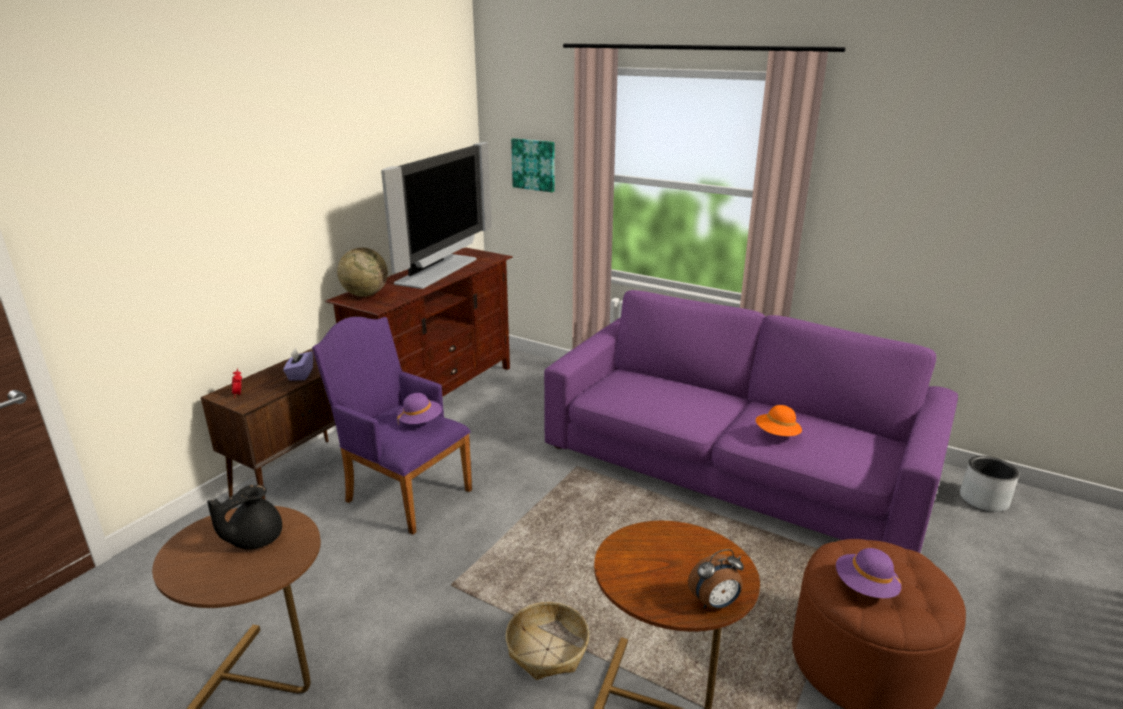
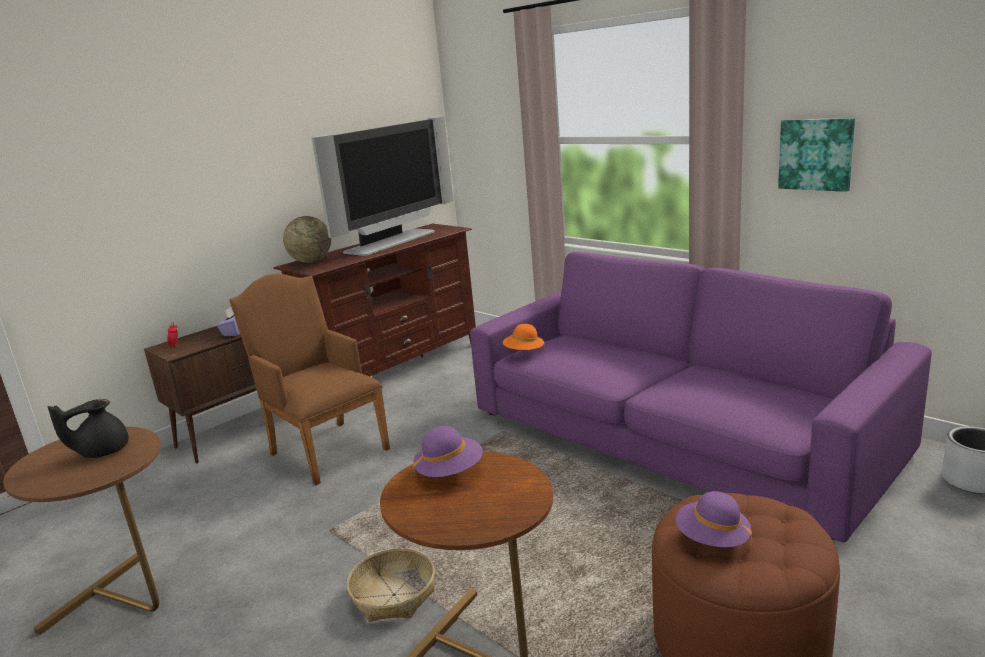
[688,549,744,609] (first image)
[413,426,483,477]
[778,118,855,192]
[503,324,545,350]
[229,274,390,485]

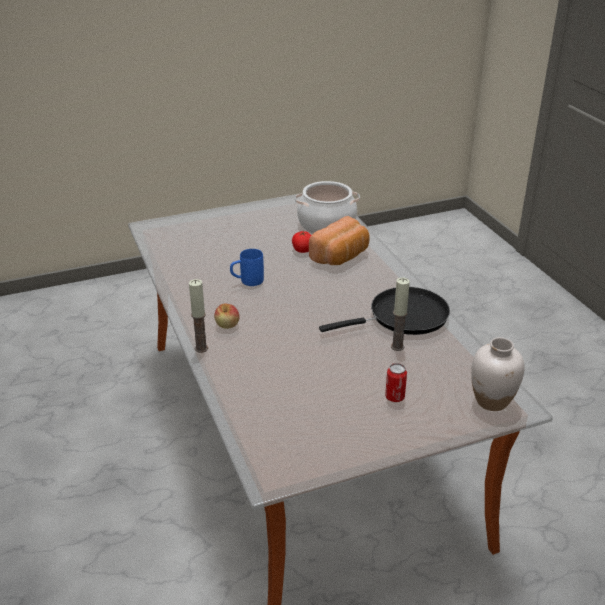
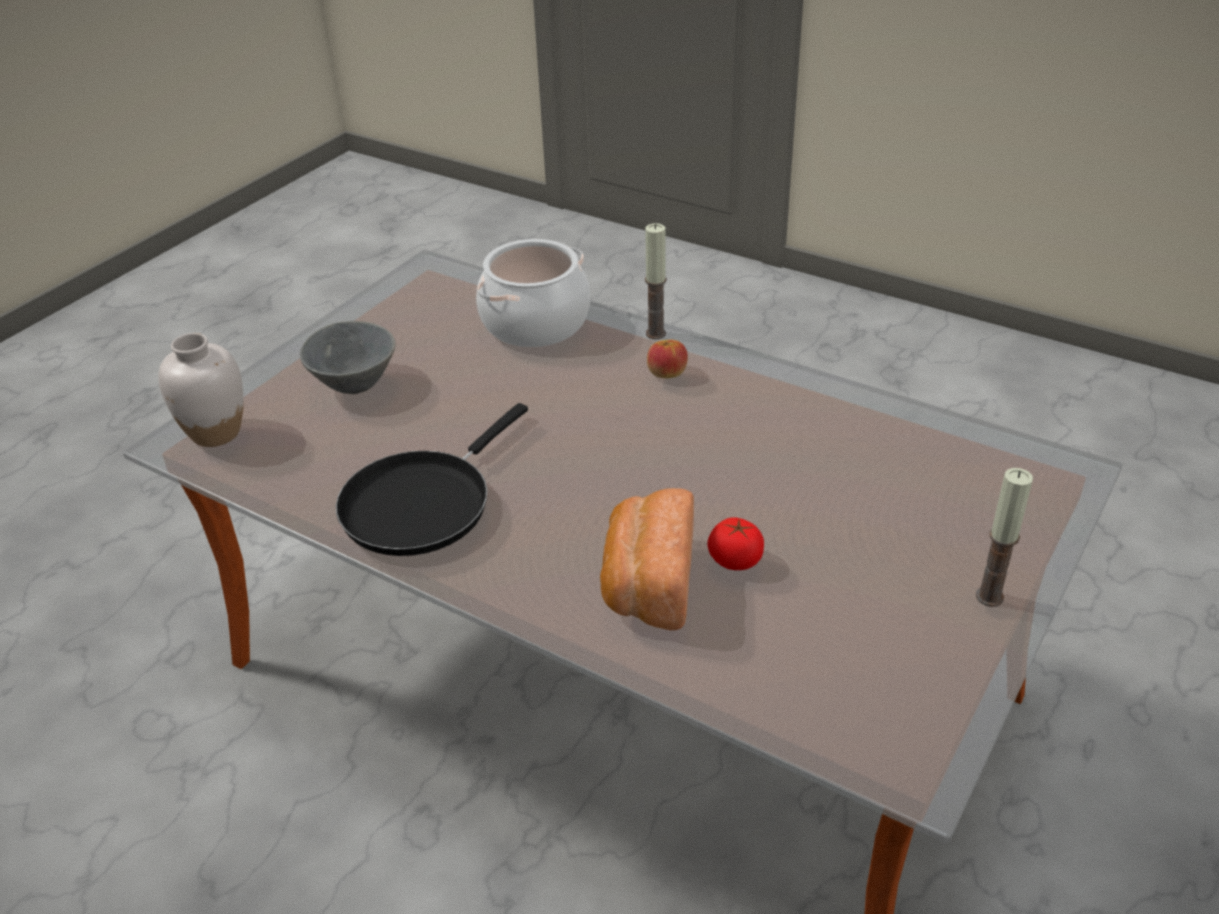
[230,249,264,286] (first image)
[476,239,590,347]
[976,468,1033,607]
[300,321,395,394]

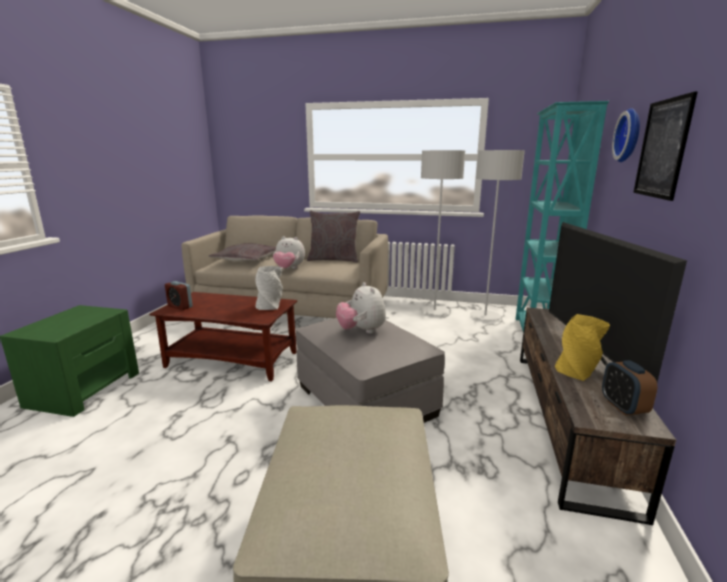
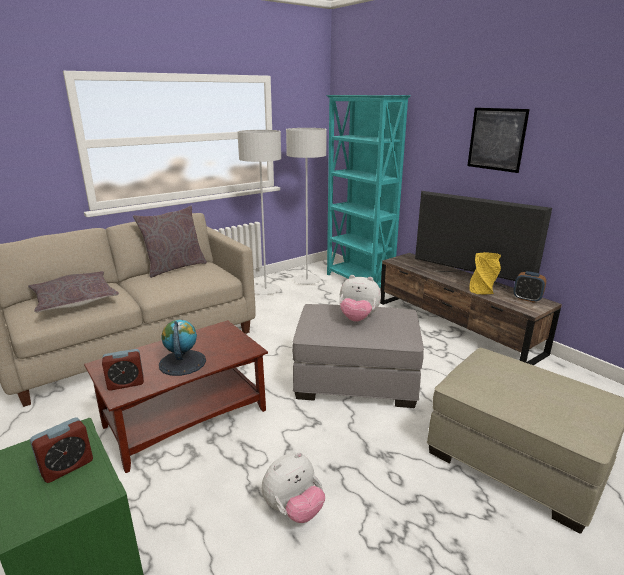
[256,266,283,310] (first image)
[612,108,640,162] (first image)
[30,417,93,483]
[159,320,206,376]
[262,452,325,523]

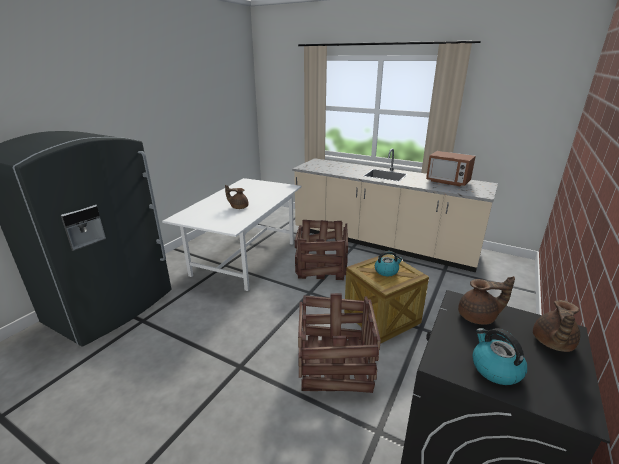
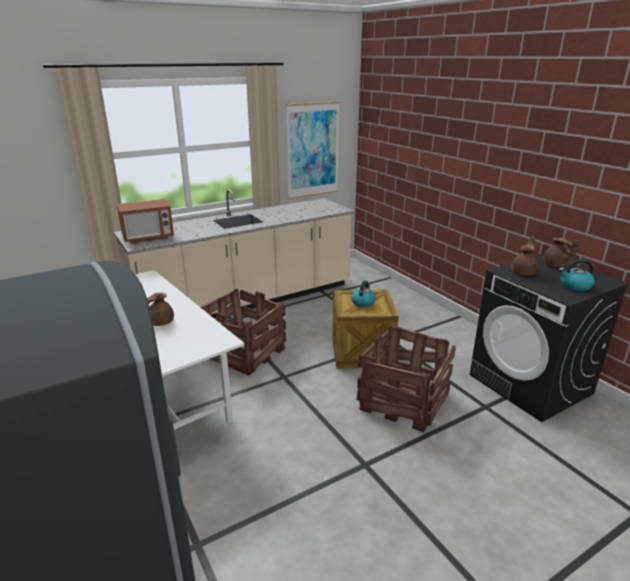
[286,101,340,199]
[117,199,174,243]

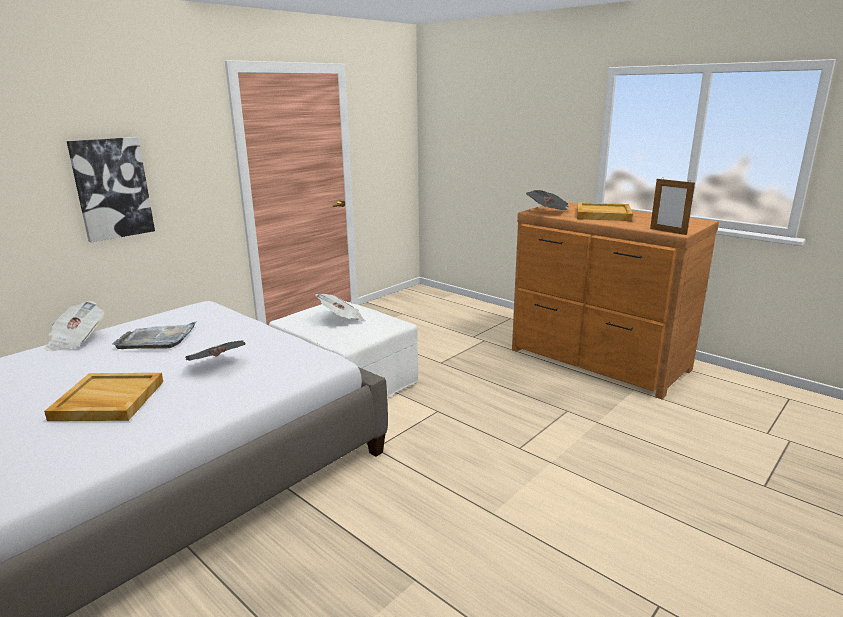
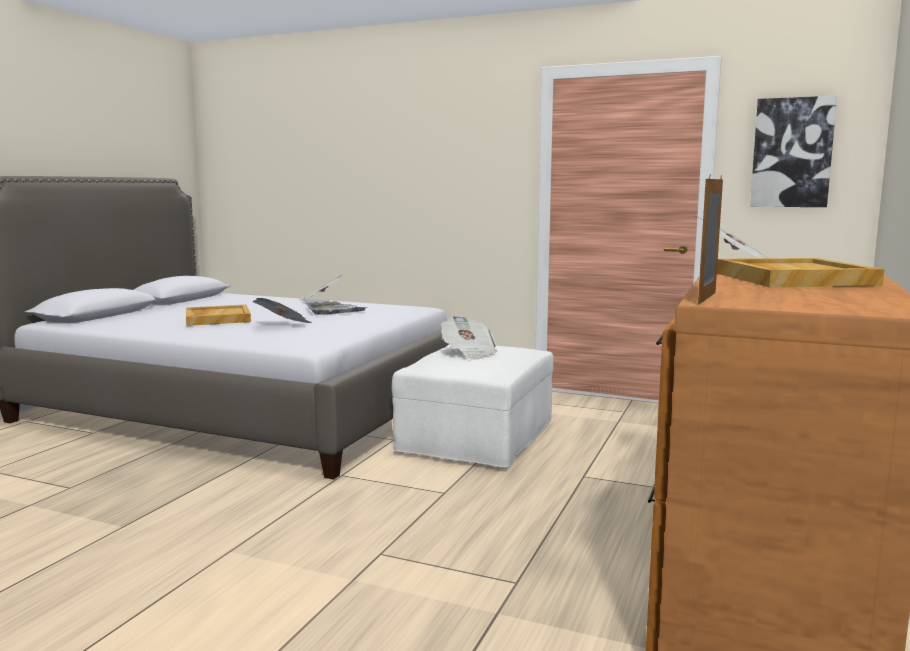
[750,96,837,207]

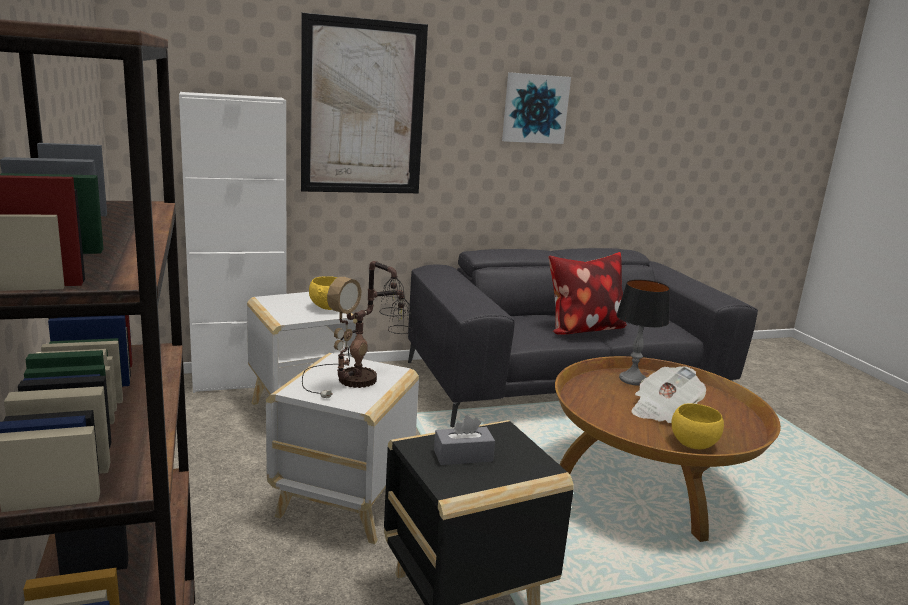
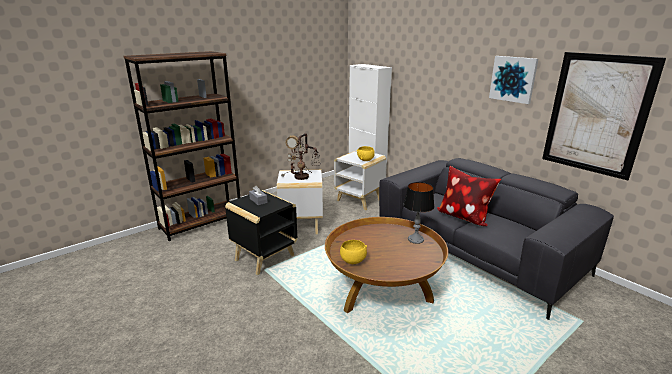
[631,366,706,423] (first image)
[542,52,666,180]

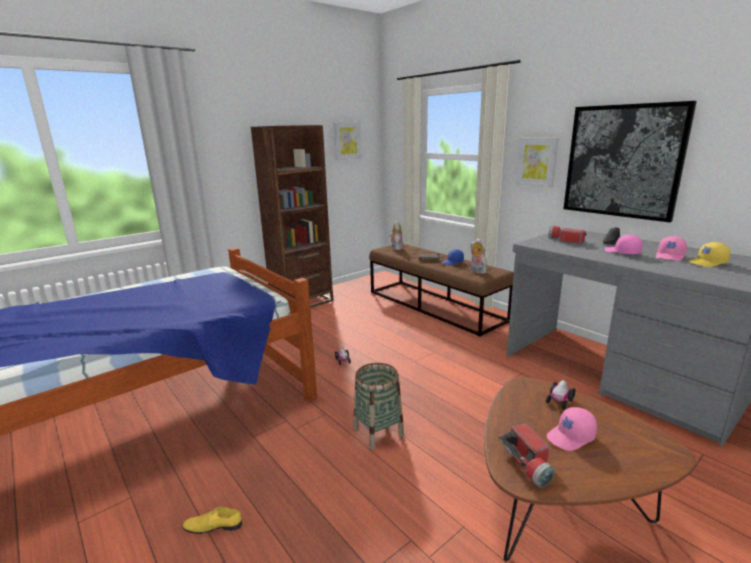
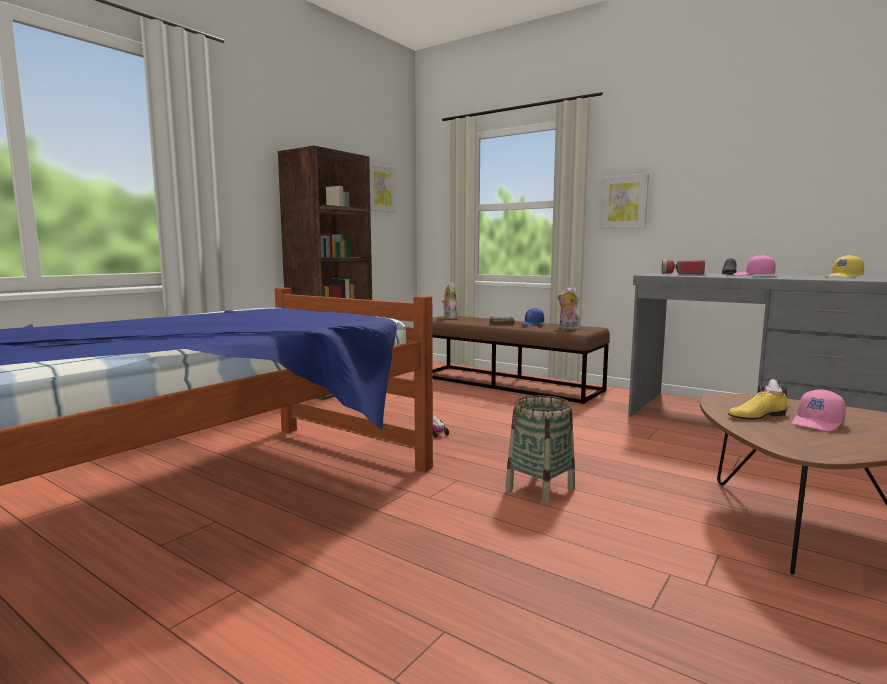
[499,424,555,488] (first image)
[564,101,697,222] (first image)
[656,236,687,261] (first image)
[728,390,787,420]

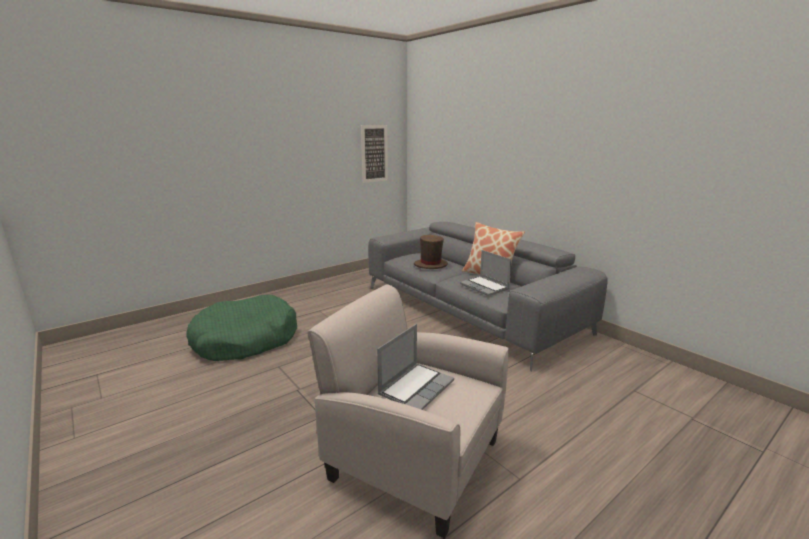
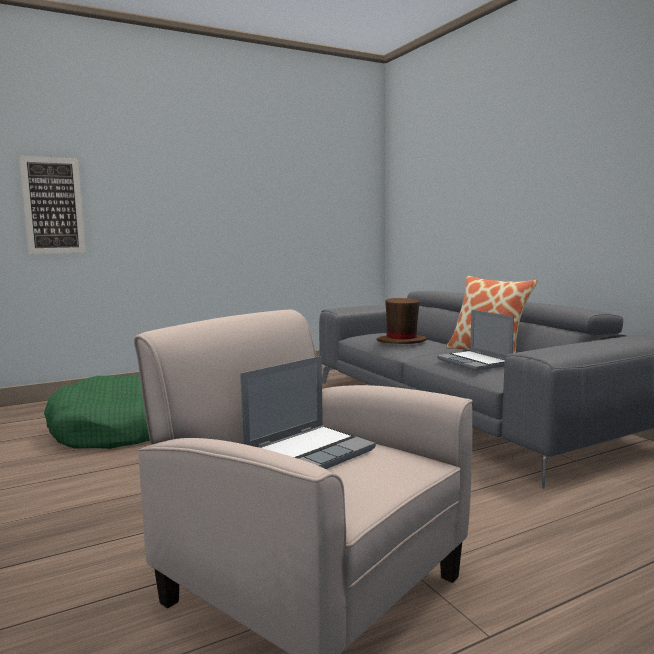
[19,156,86,254]

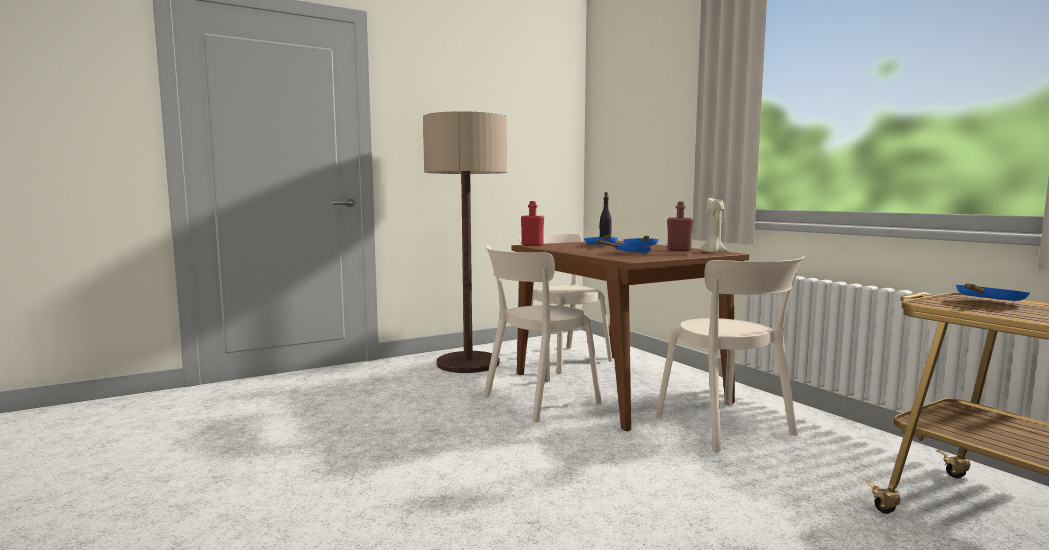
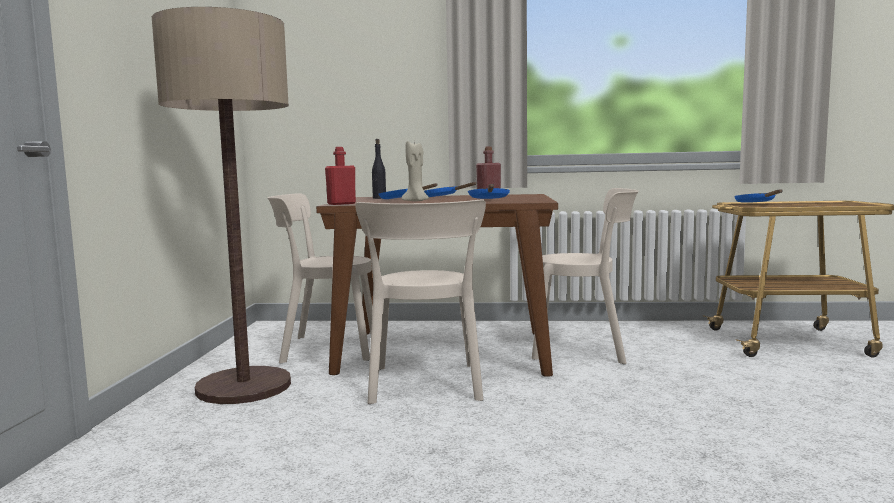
[402,140,429,201]

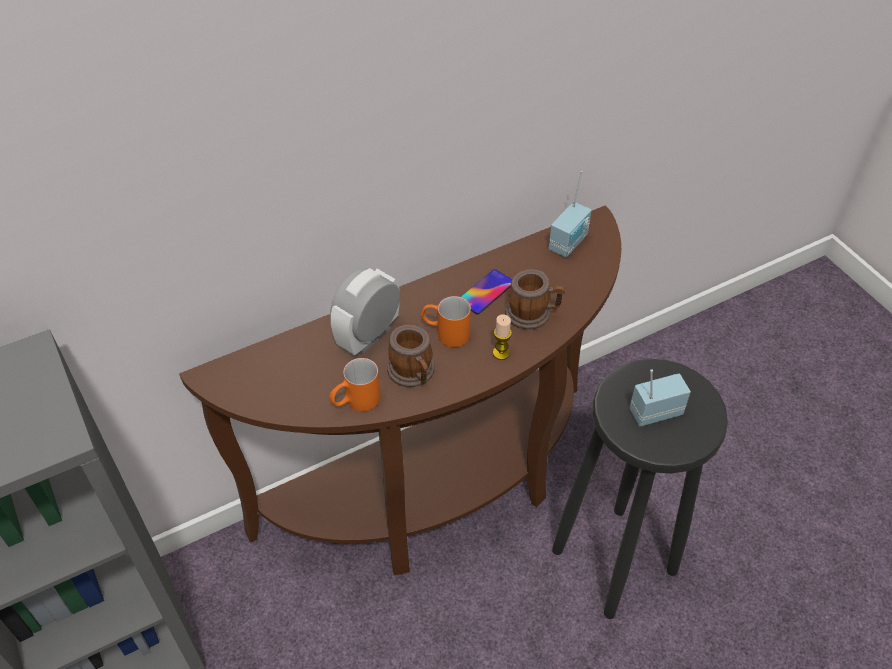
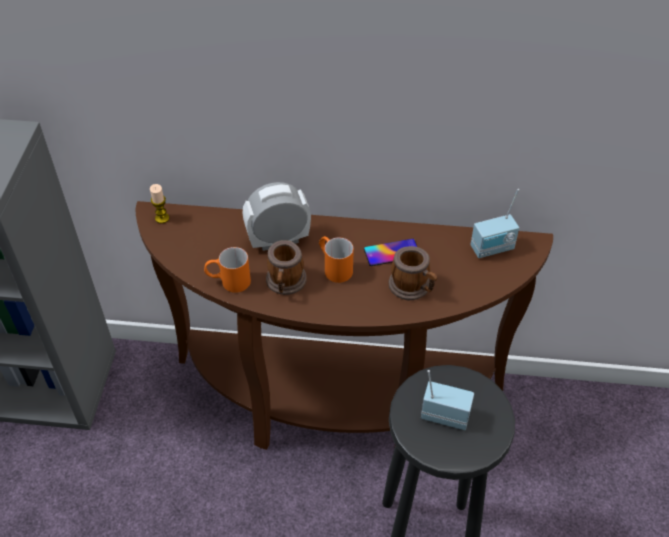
[150,184,169,223]

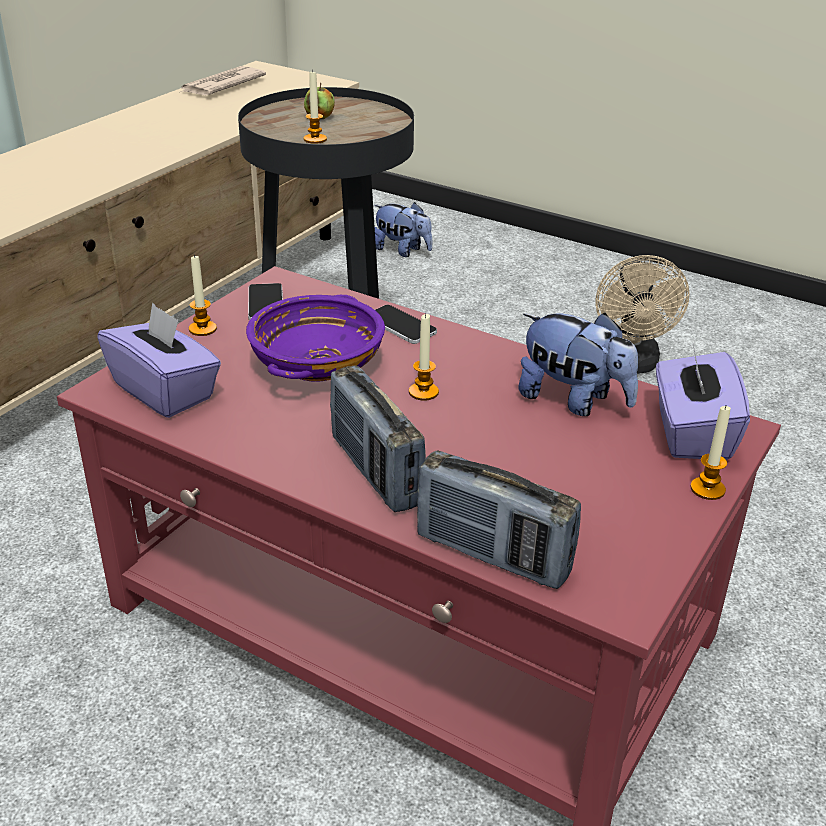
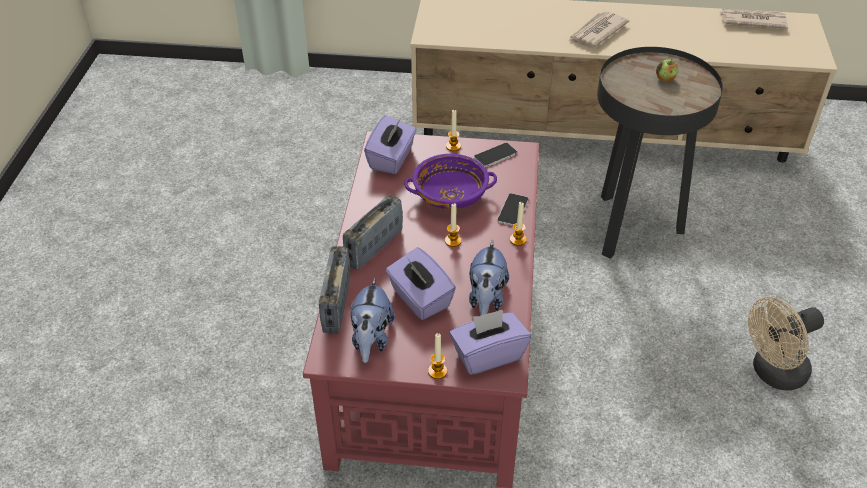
[386,247,456,320]
[568,11,629,48]
[510,202,527,246]
[350,278,395,363]

